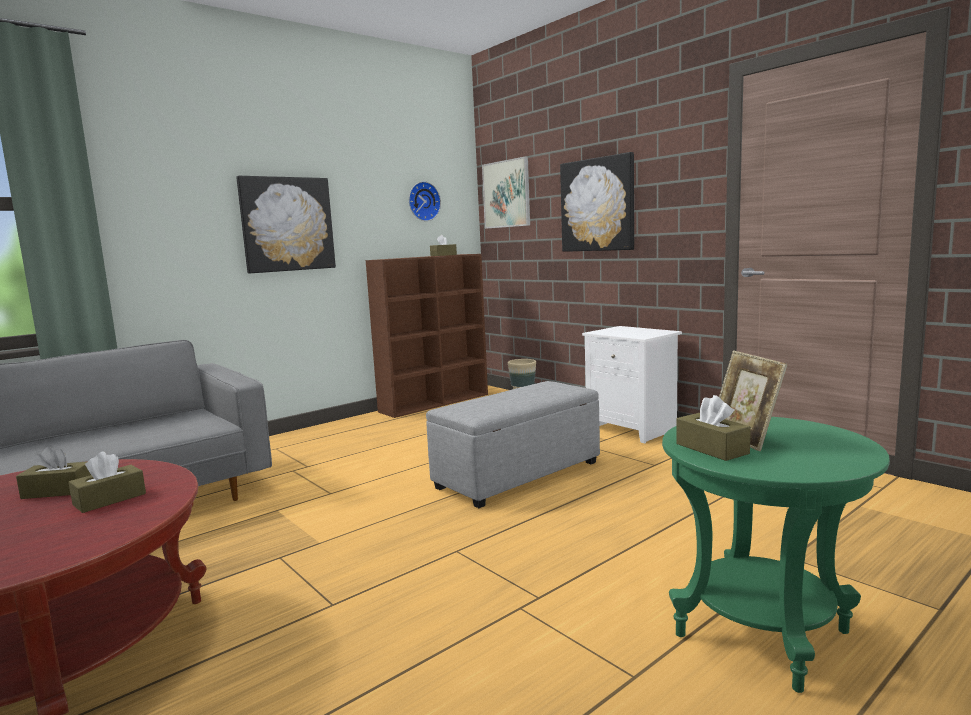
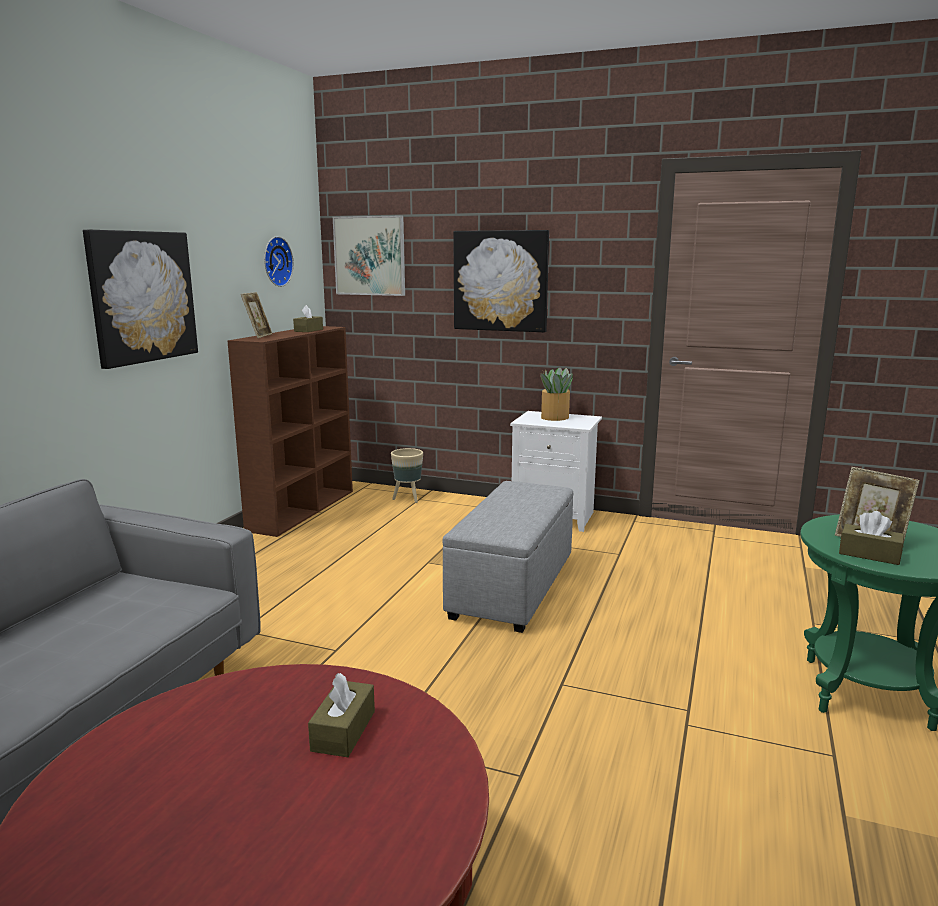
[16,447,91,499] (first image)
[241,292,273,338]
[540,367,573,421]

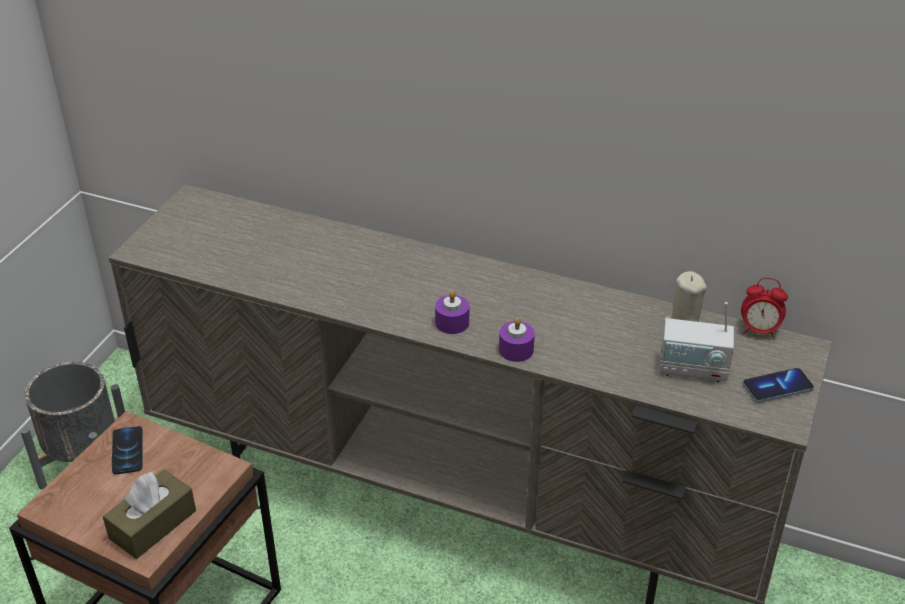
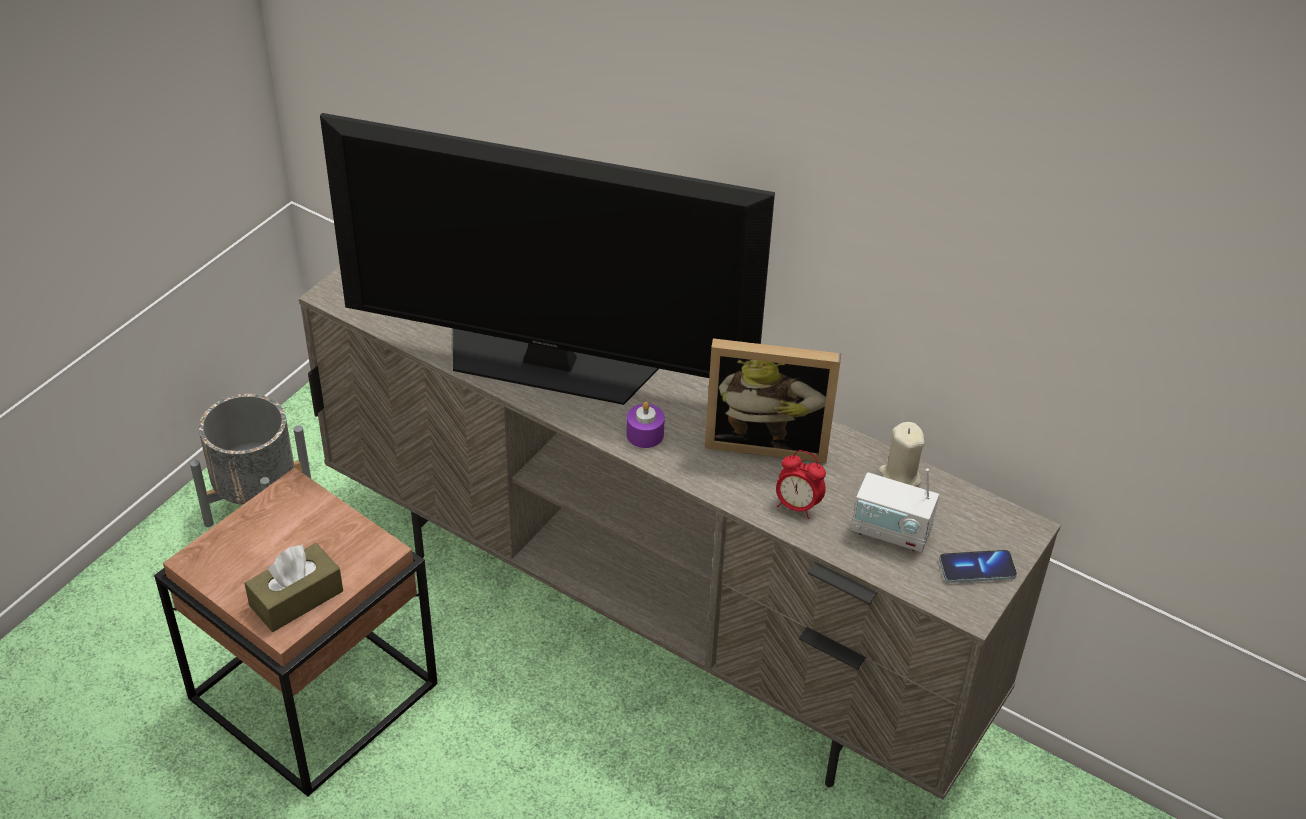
[112,426,143,474] (first image)
[499,317,535,362] (first image)
[320,113,775,405]
[705,338,841,463]
[776,450,826,519]

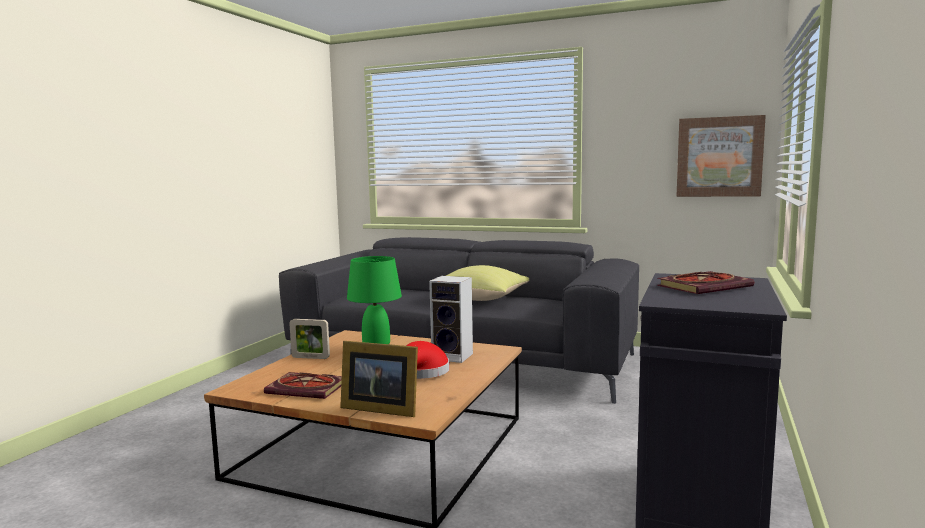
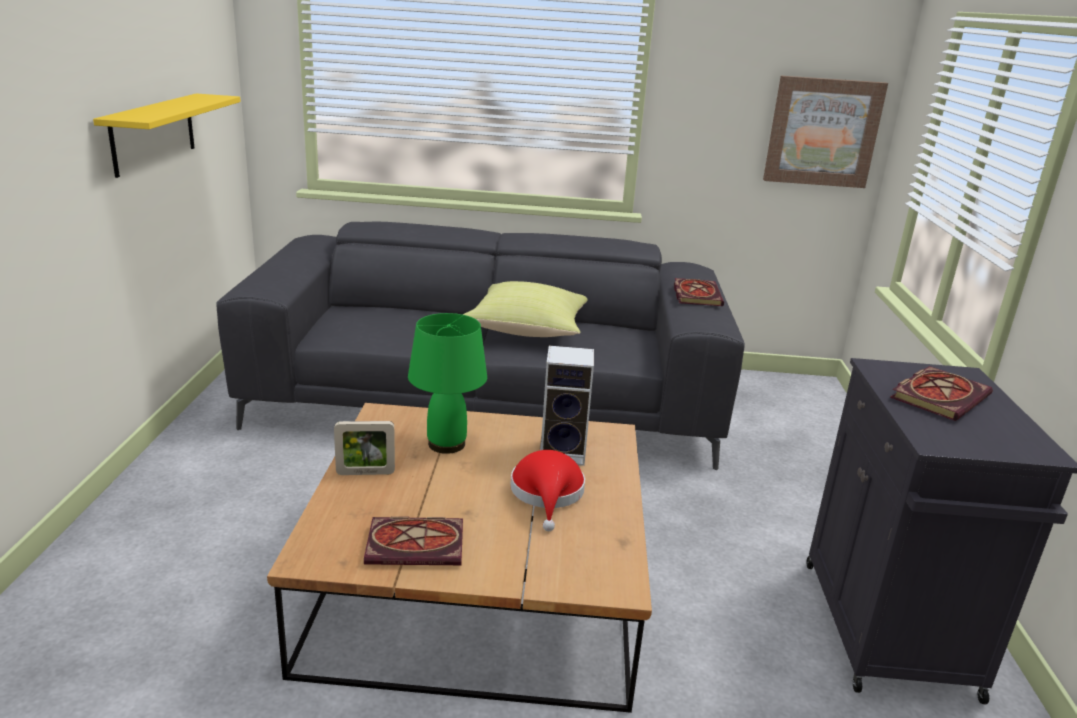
[340,341,418,417] (first image)
[93,93,241,178]
[674,278,724,306]

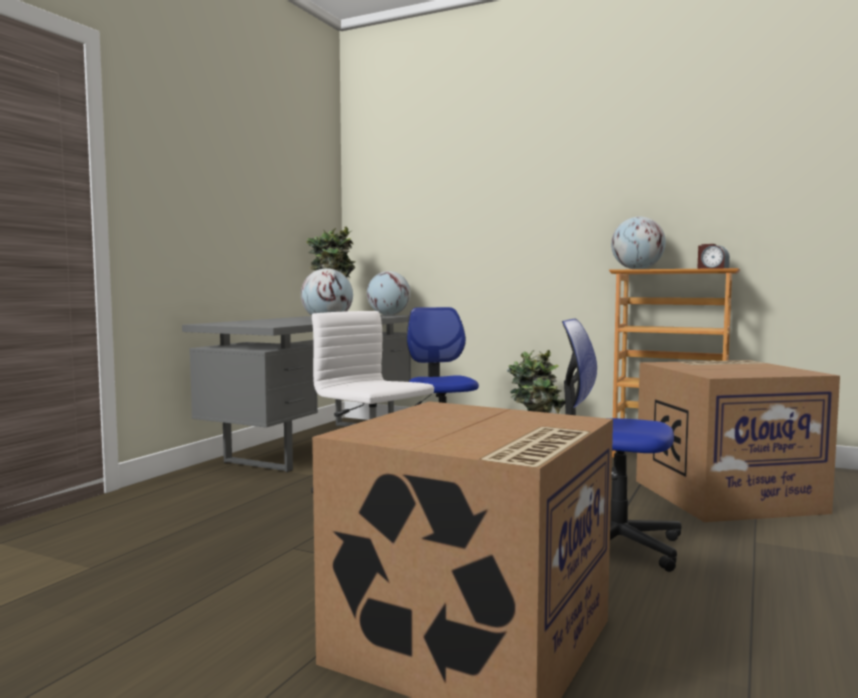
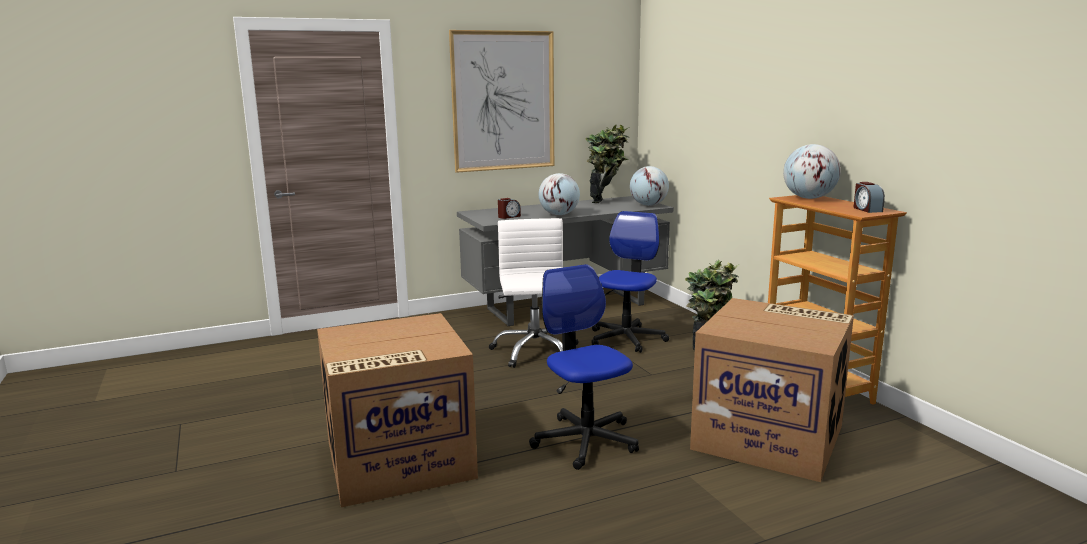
[449,30,554,173]
[498,198,521,219]

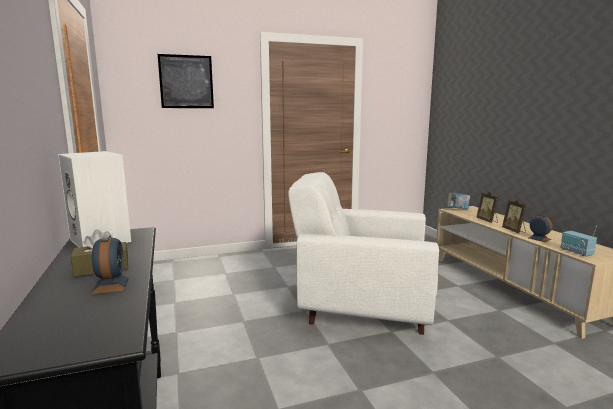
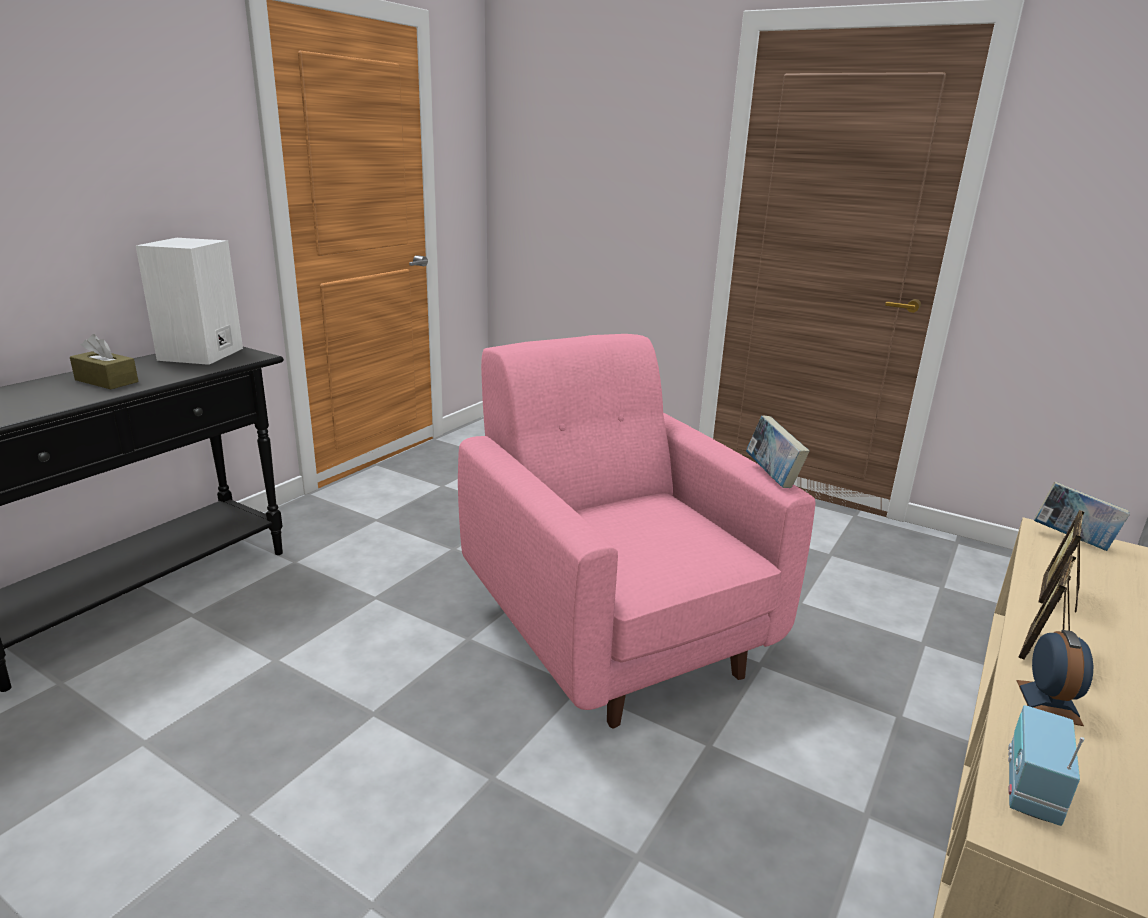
[92,235,130,294] (first image)
[158,54,214,108] (first image)
[746,416,810,488]
[458,334,815,728]

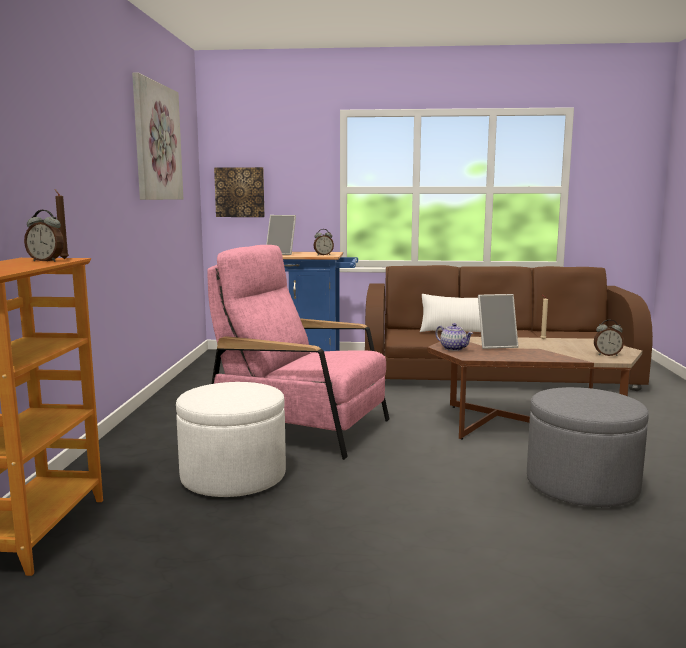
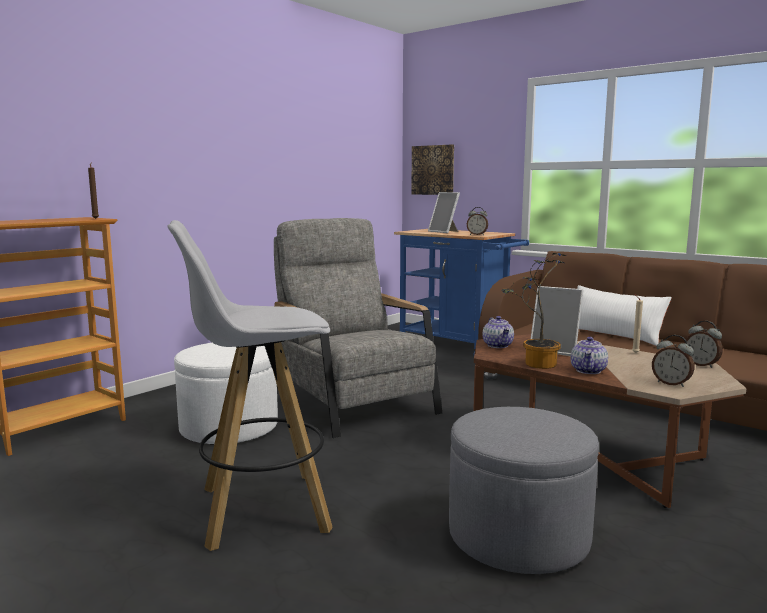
[132,72,183,200] (first image)
[167,220,333,551]
[502,253,566,369]
[570,337,608,374]
[685,321,723,368]
[274,218,442,438]

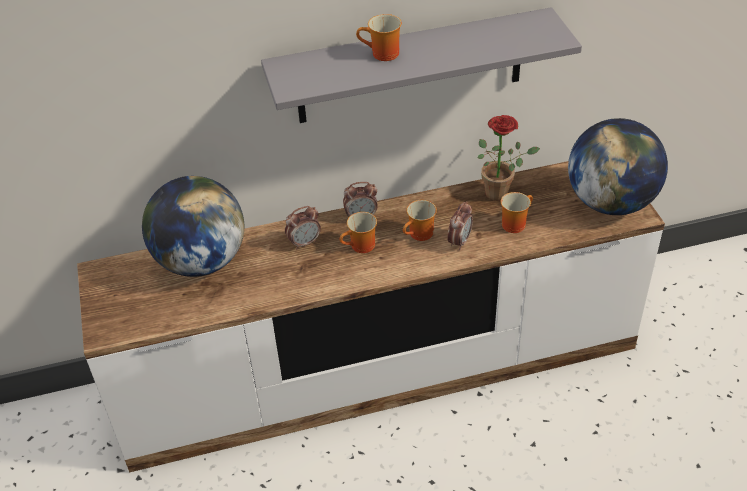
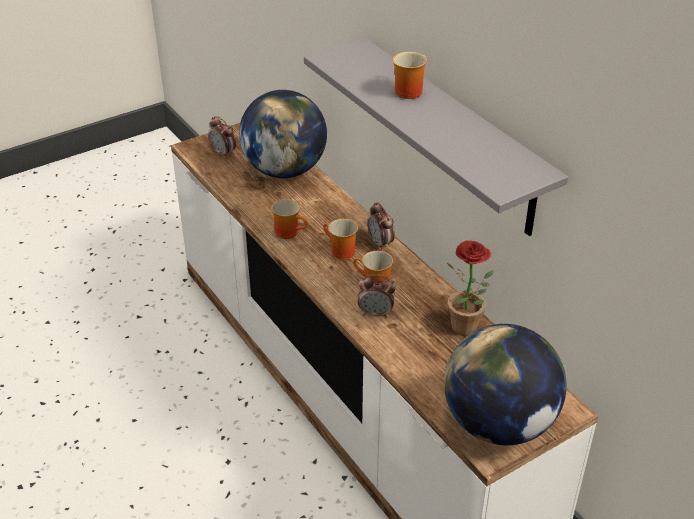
[208,116,236,158]
[271,199,308,239]

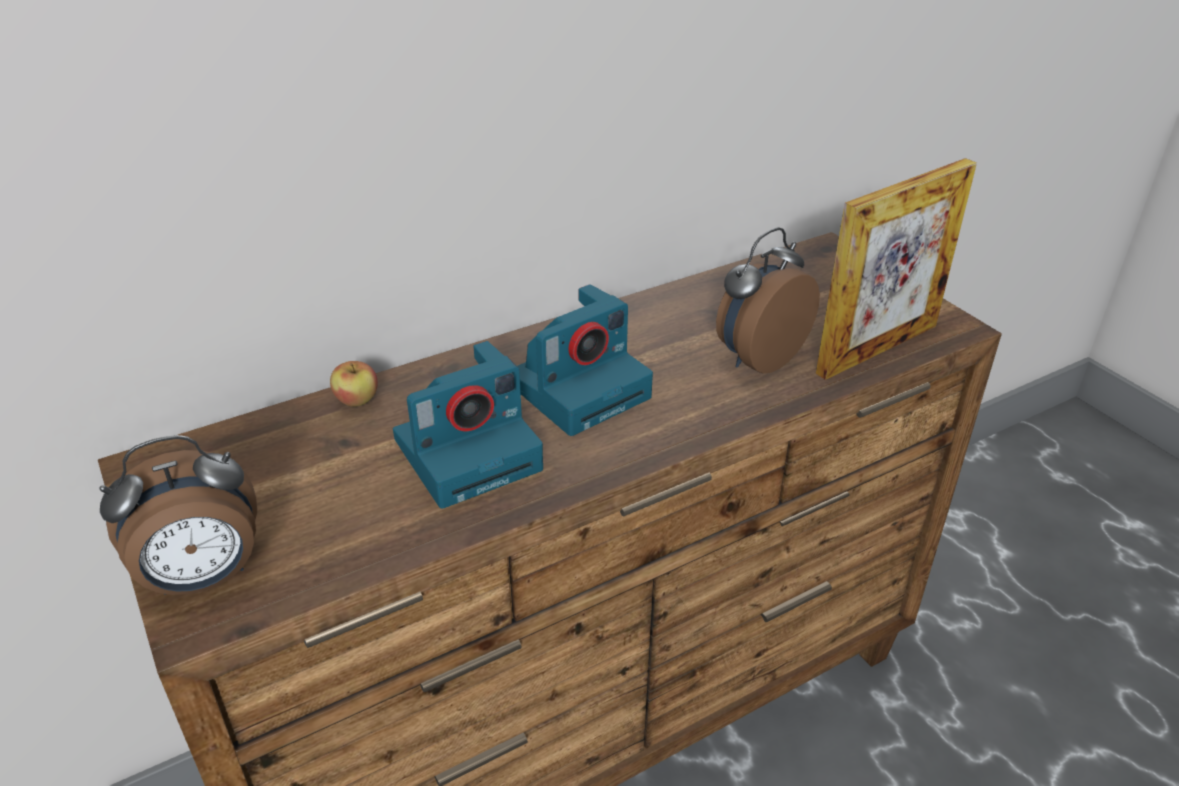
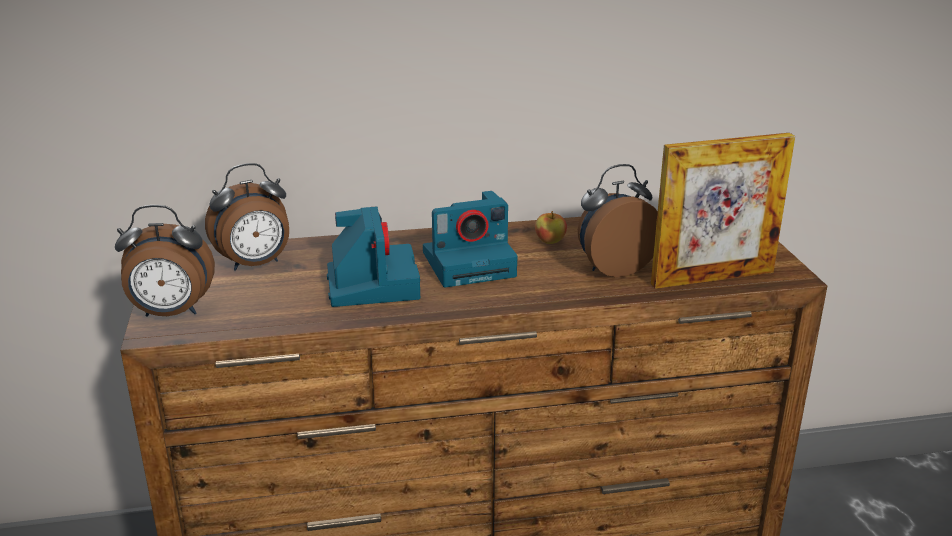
[205,163,289,271]
[535,211,567,244]
[327,206,420,307]

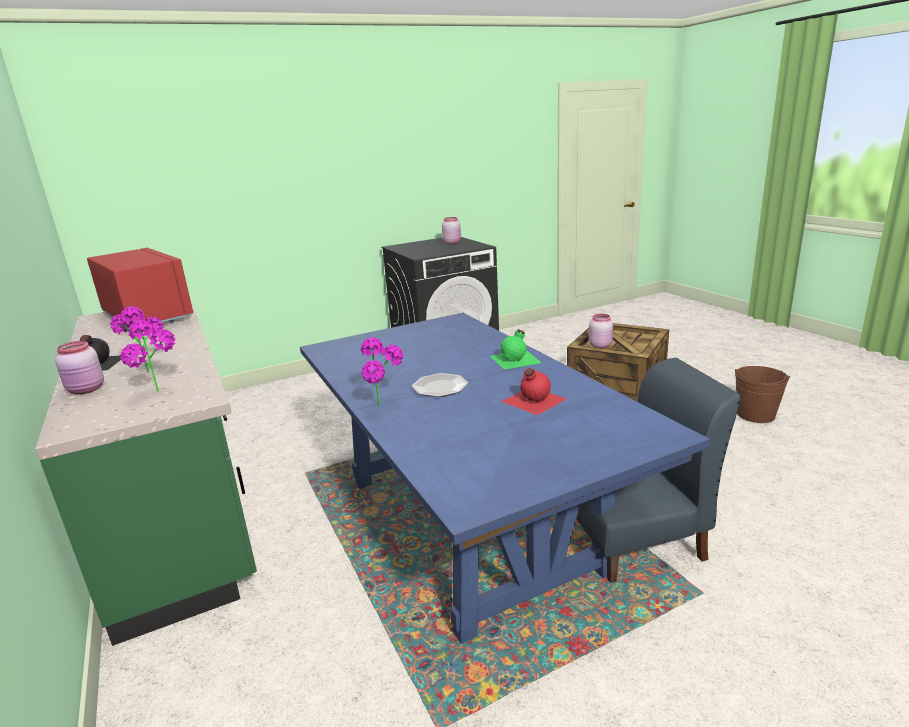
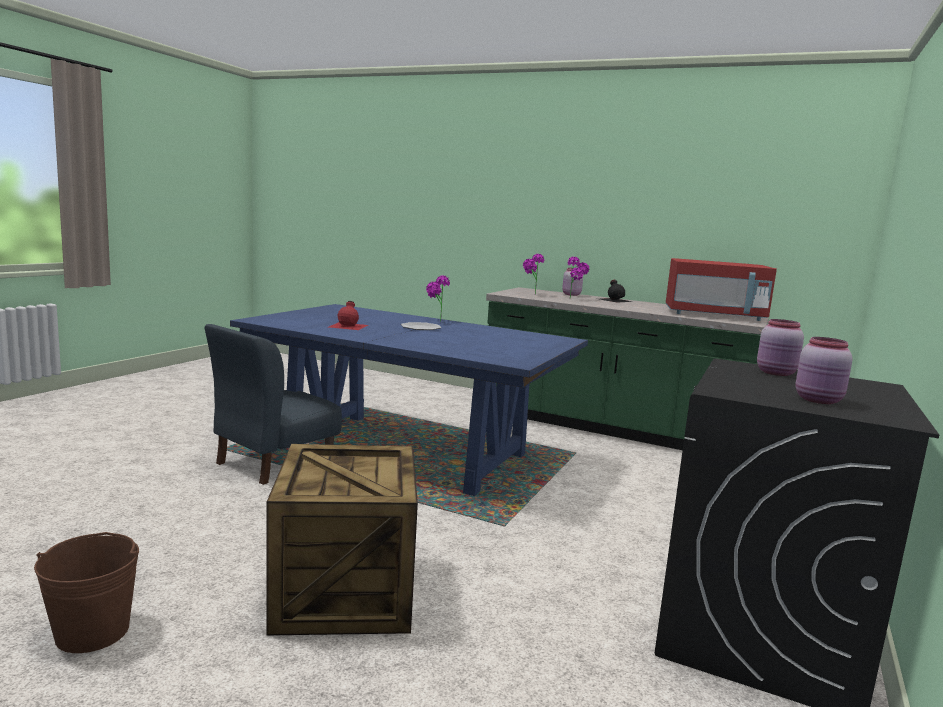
[491,329,542,370] (first image)
[757,319,804,376]

